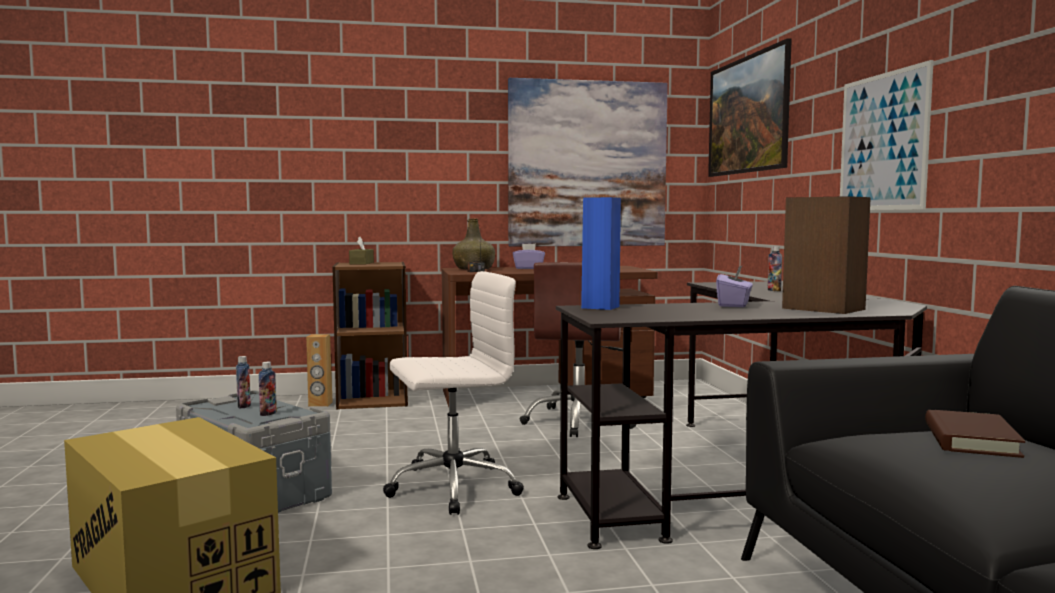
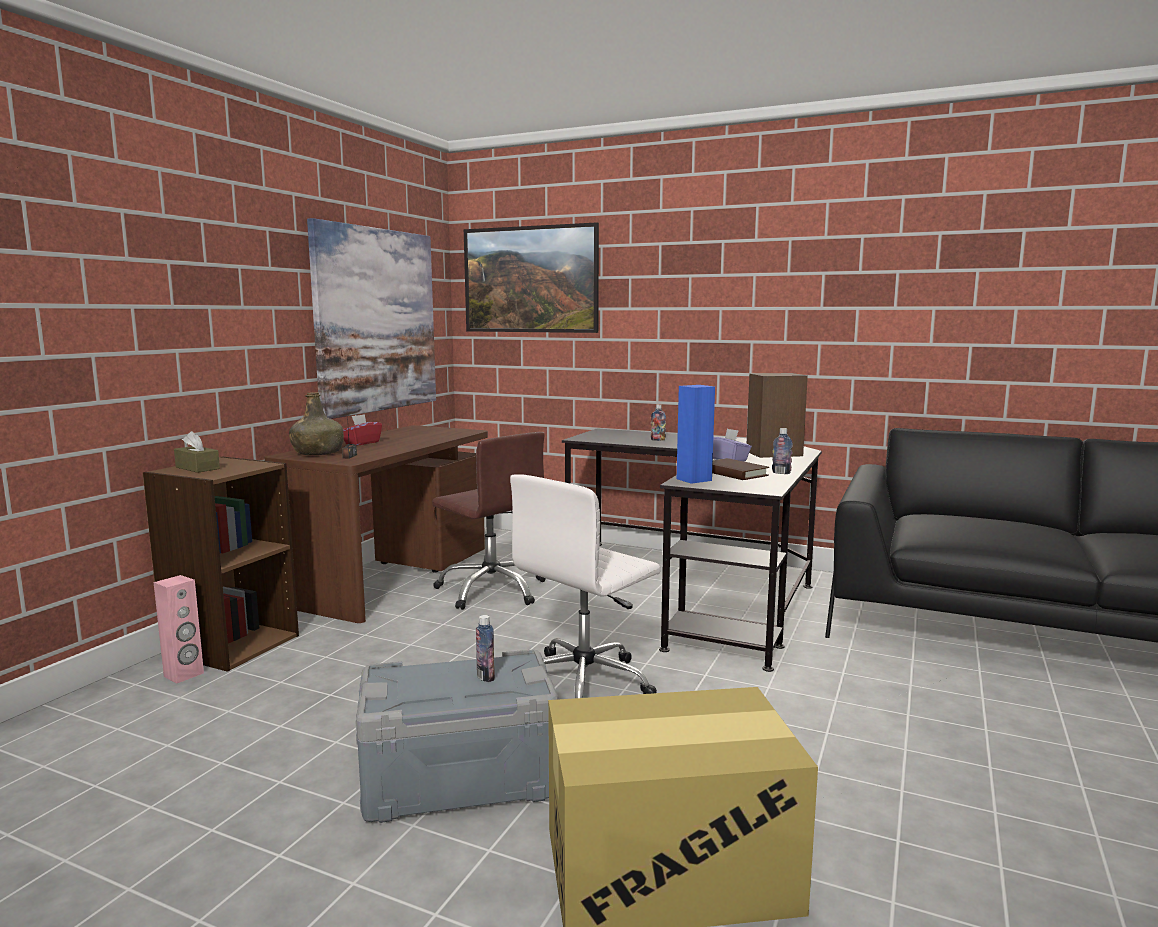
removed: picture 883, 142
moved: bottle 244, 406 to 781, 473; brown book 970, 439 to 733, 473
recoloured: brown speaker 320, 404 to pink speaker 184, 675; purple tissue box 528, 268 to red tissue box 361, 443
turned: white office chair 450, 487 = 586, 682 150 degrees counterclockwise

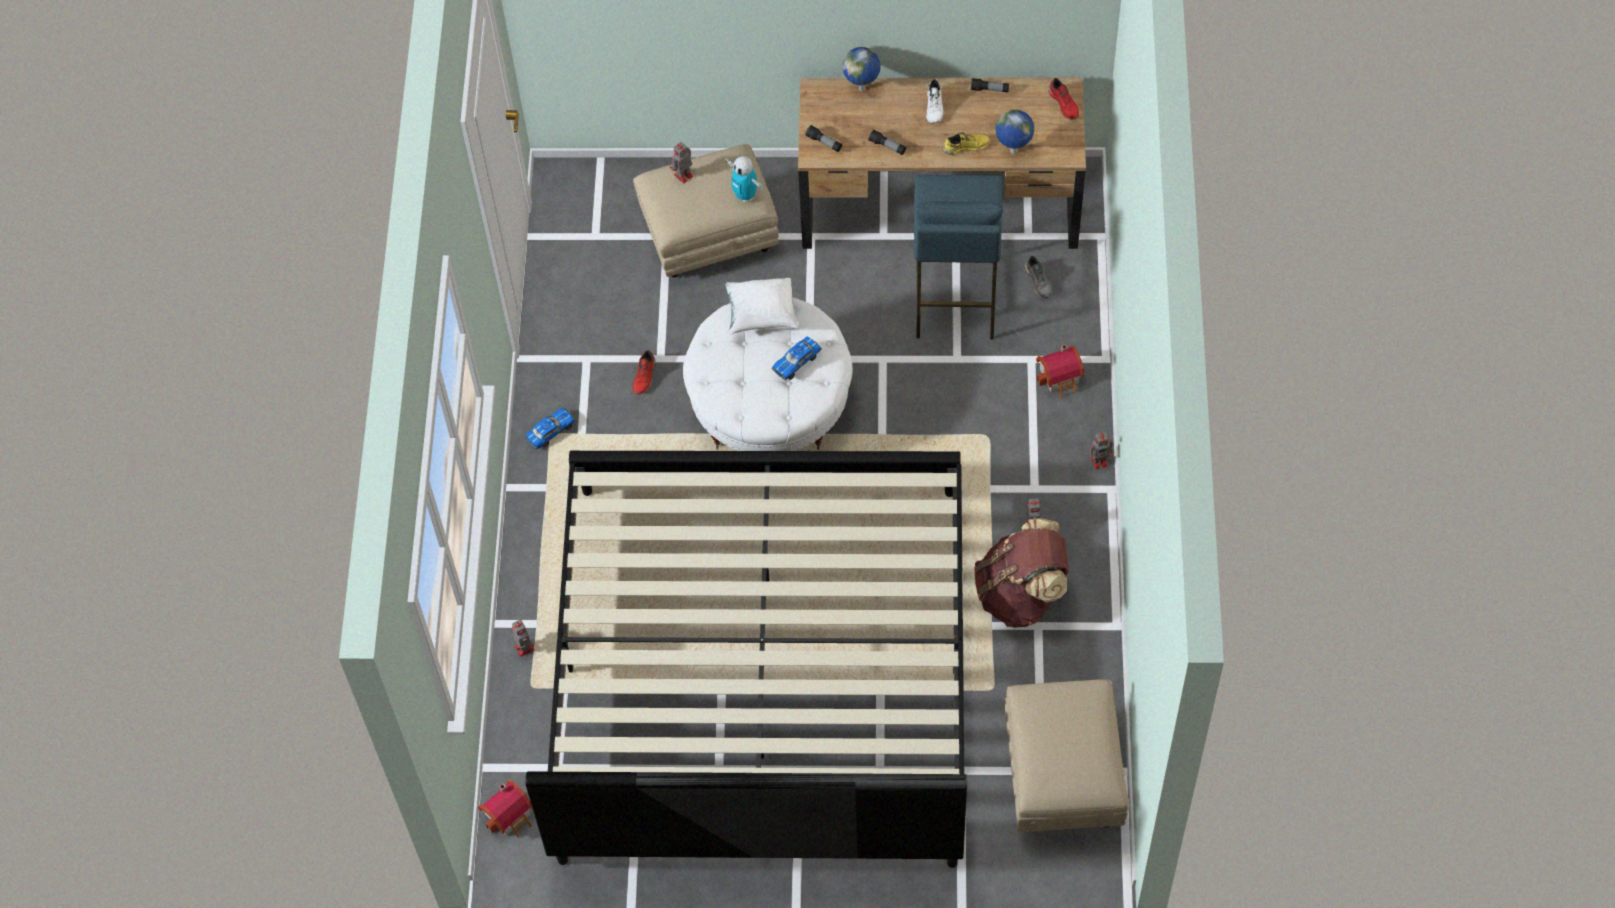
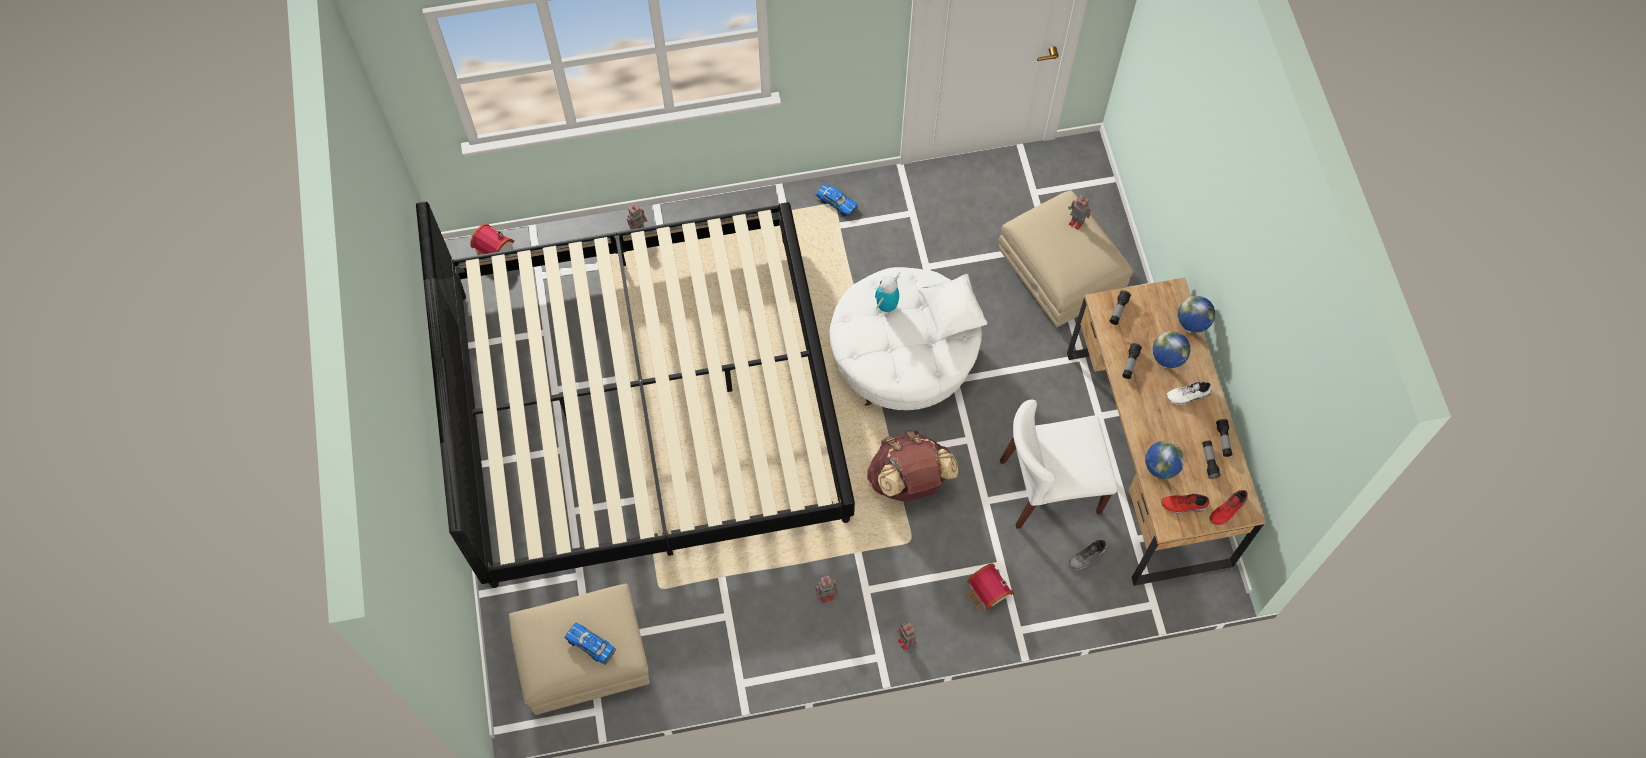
removed: yellow shoe 966, 146
added: globe 1164, 365; flashlight 1209, 461
moved: red shoe 645, 376 to 1184, 506; toy robot 745, 195 to 886, 306; toy car 797, 361 to 591, 645; brown backpack 1020, 594 to 909, 481
replaced: blue stool 954, 298 to white chair 1049, 487

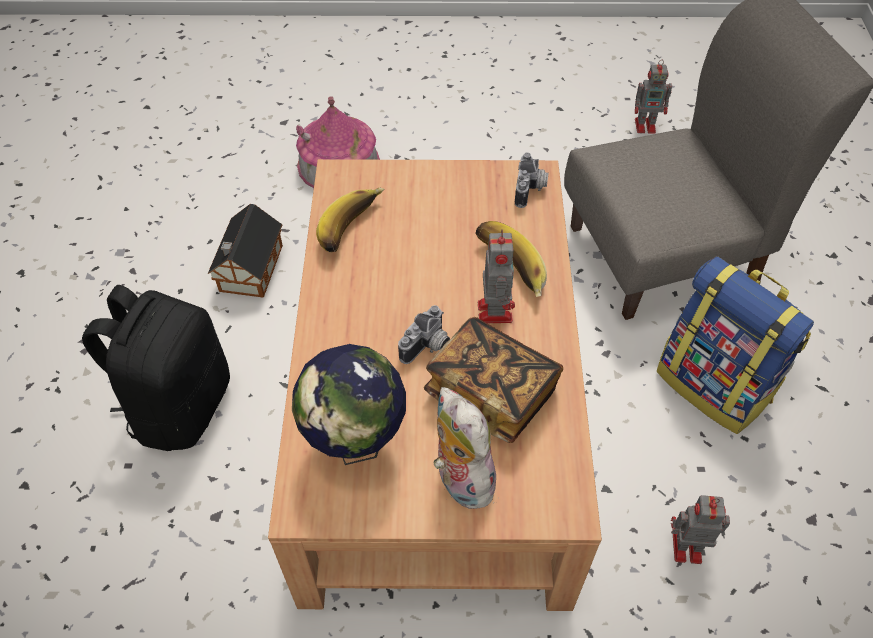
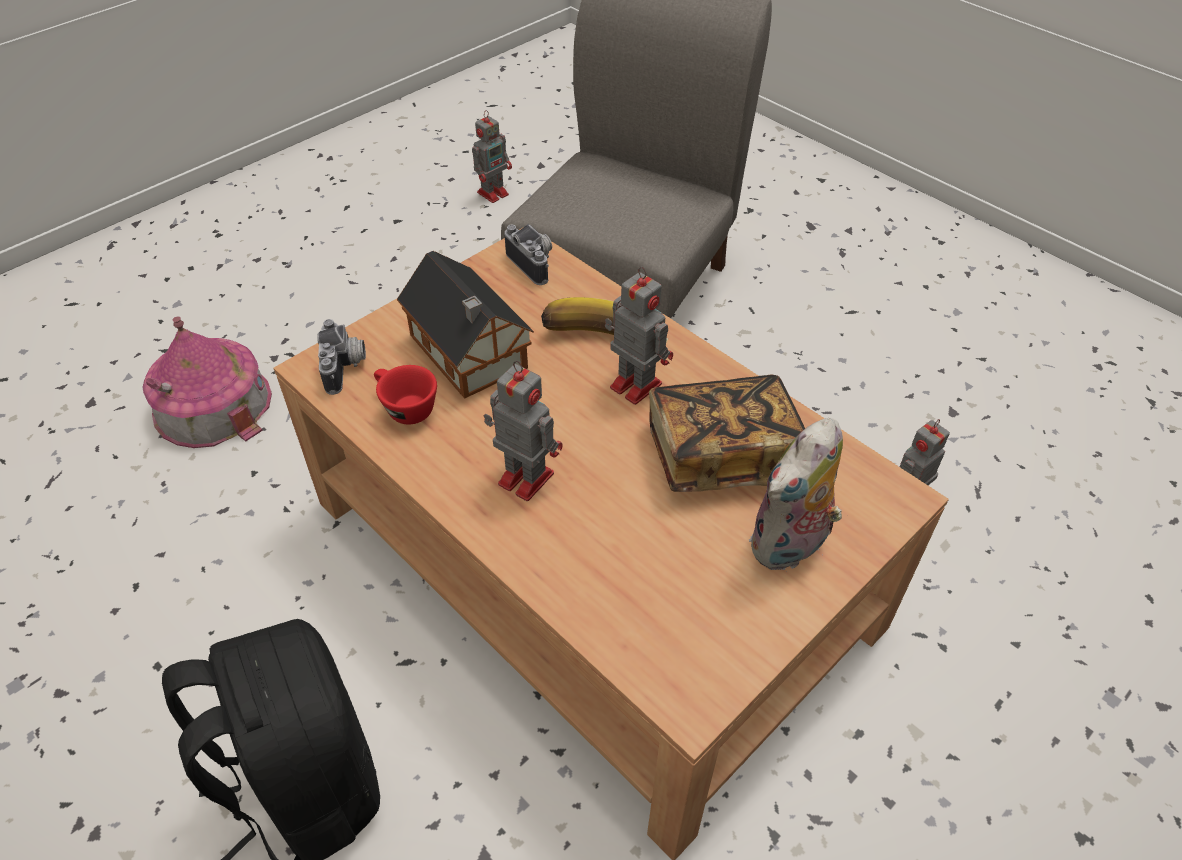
removed: globe 356, 444; backpack 714, 385
added: toy robot 523, 477
moved: toy house 249, 270 to 469, 355; photo camera 428, 347 to 346, 367
replaced: banana 353, 230 to red cup 404, 408
turned: plush toy 460, 479 = 790, 547 60 degrees counterclockwise

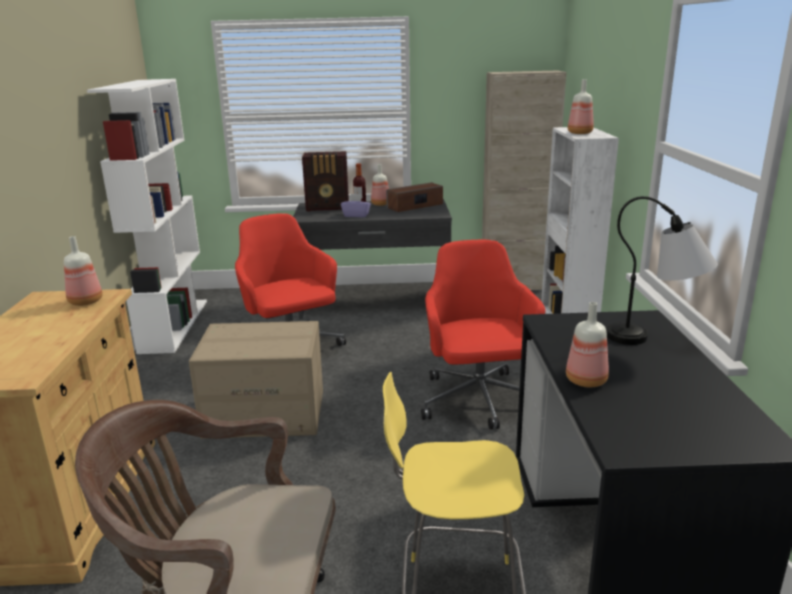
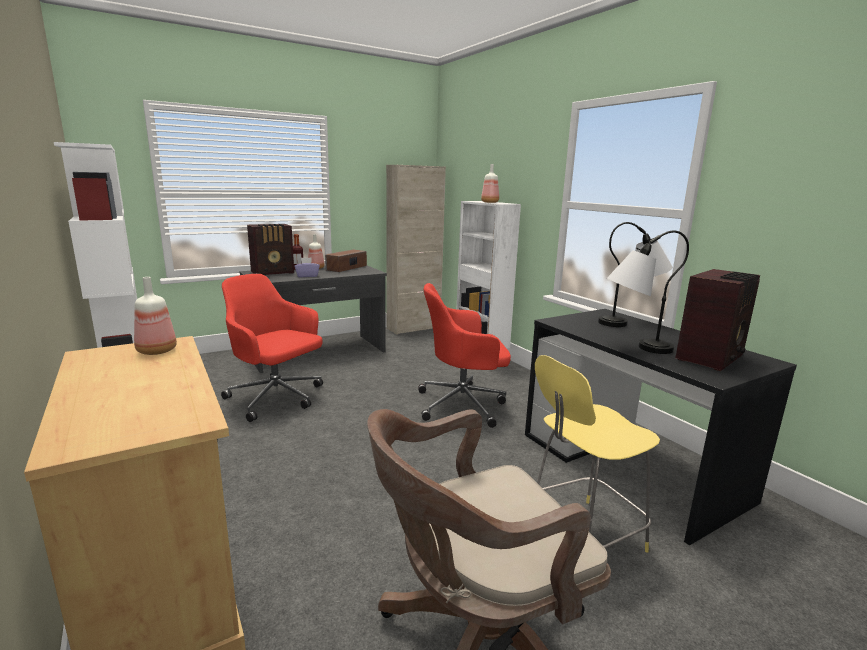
removed: cardboard box 265, 413
added: radio 711, 357
replaced: bottle 587, 380 to table lamp 633, 348
turned: red office chair 478, 401 = 463, 404 60 degrees counterclockwise

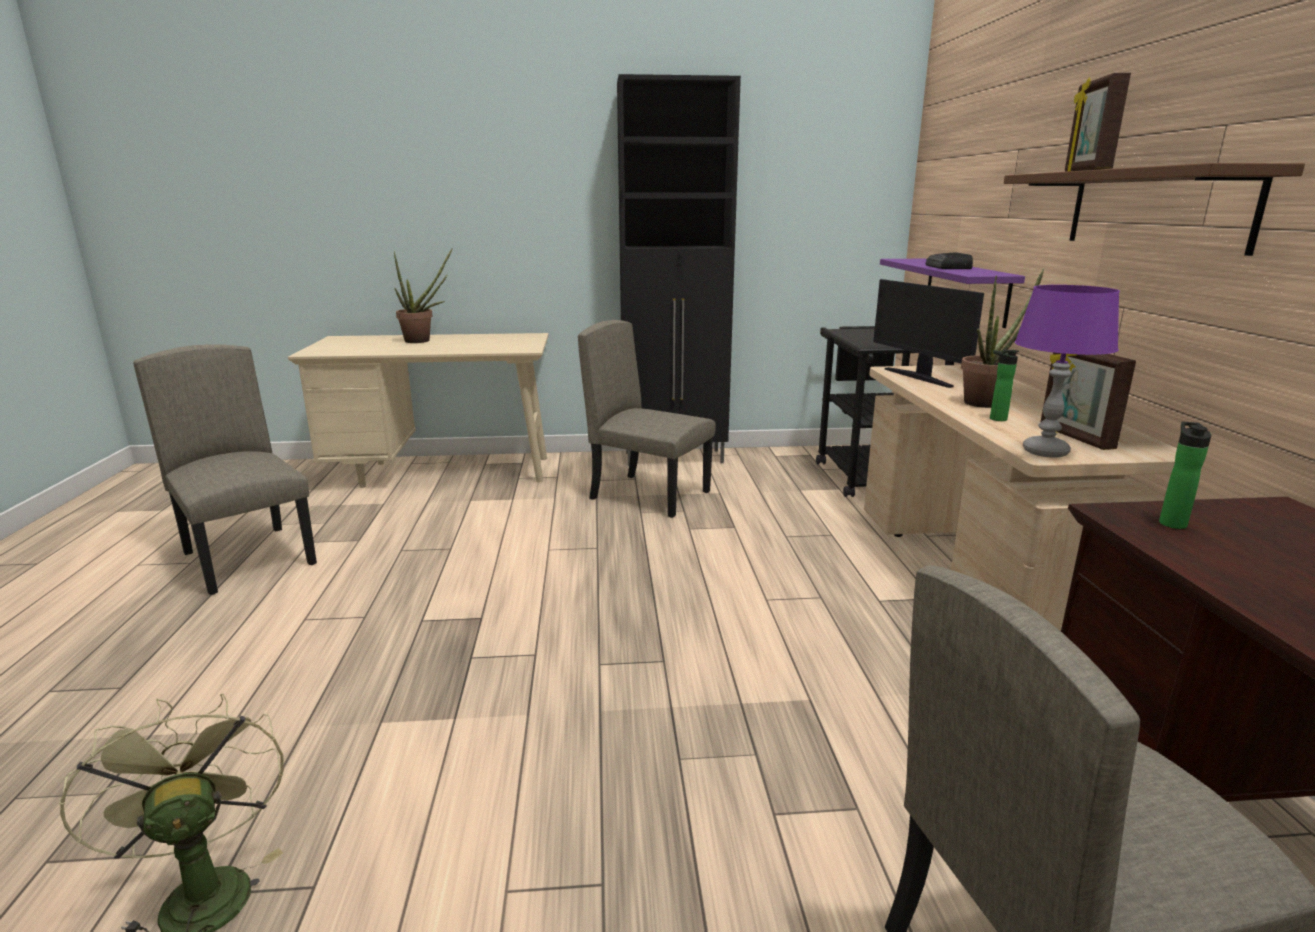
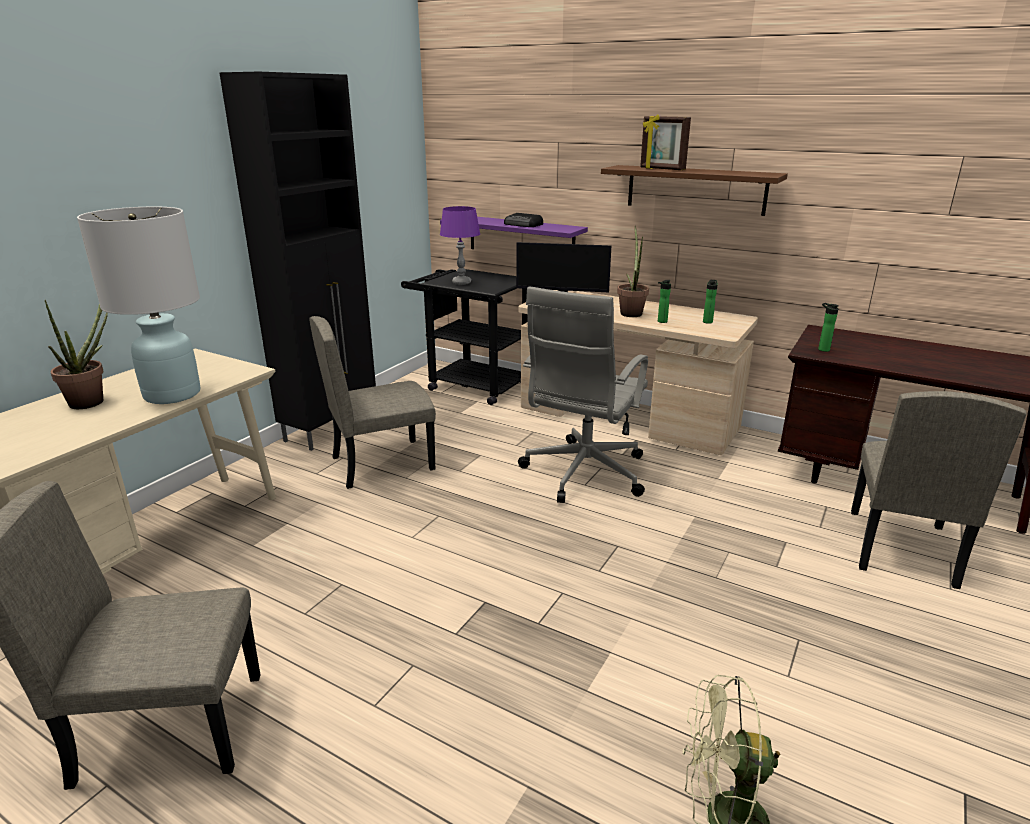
added: white table lamp 172, 394; grey office chair 583, 474
moved: purple table lamp 1044, 452 to 461, 283
replaced: picture frame 1074, 438 to bottle 707, 321

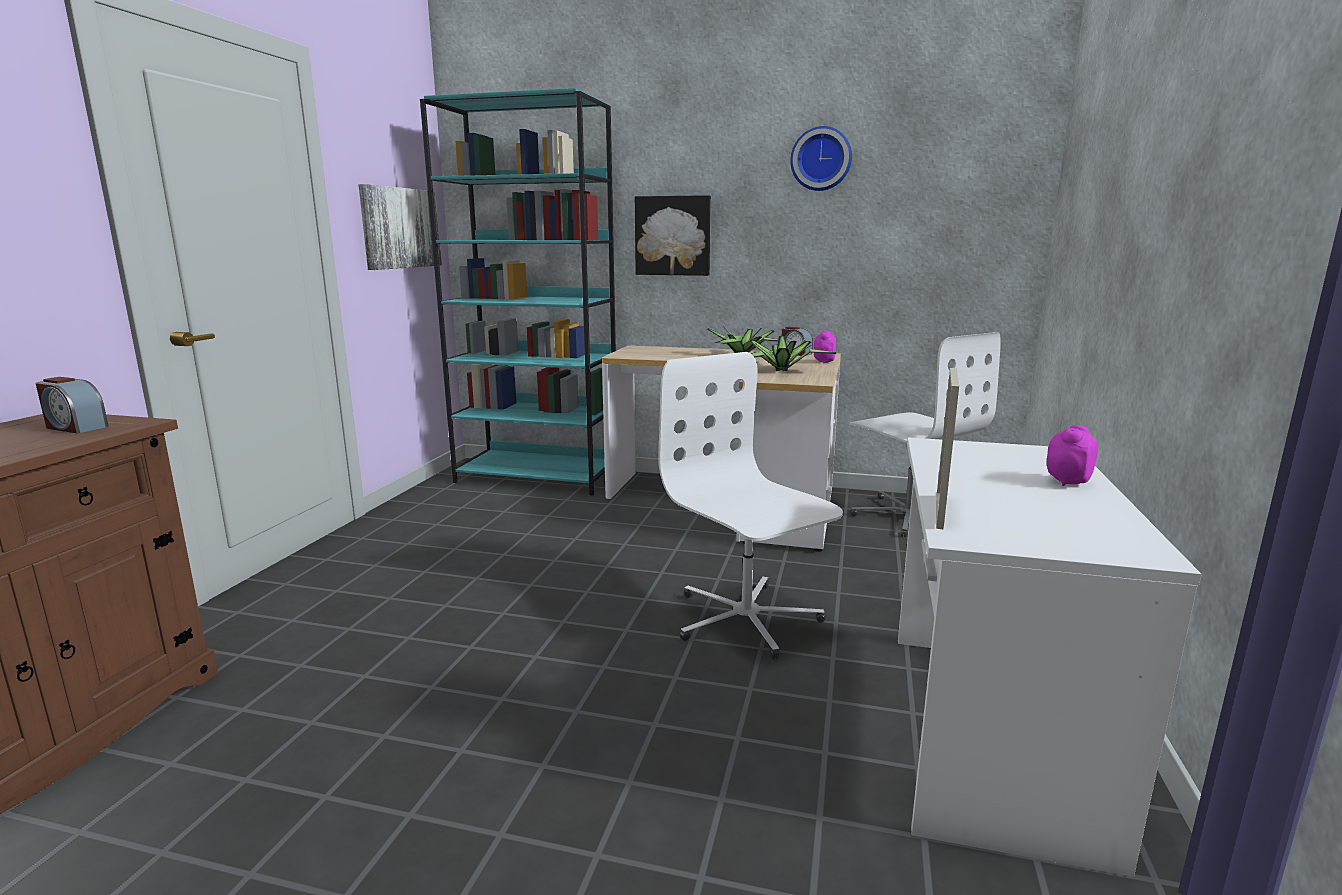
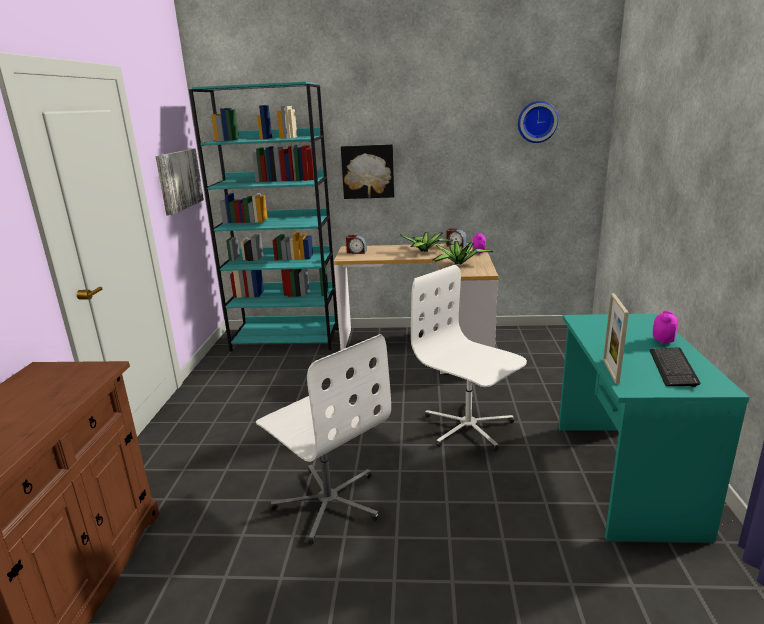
added: keyboard 672, 368
moved: alarm clock 75, 427 to 356, 252; wall clock 821, 159 to 537, 122; white office chair 908, 516 to 328, 501
recoloured: white desk 984, 731 to turquoise desk 622, 476

